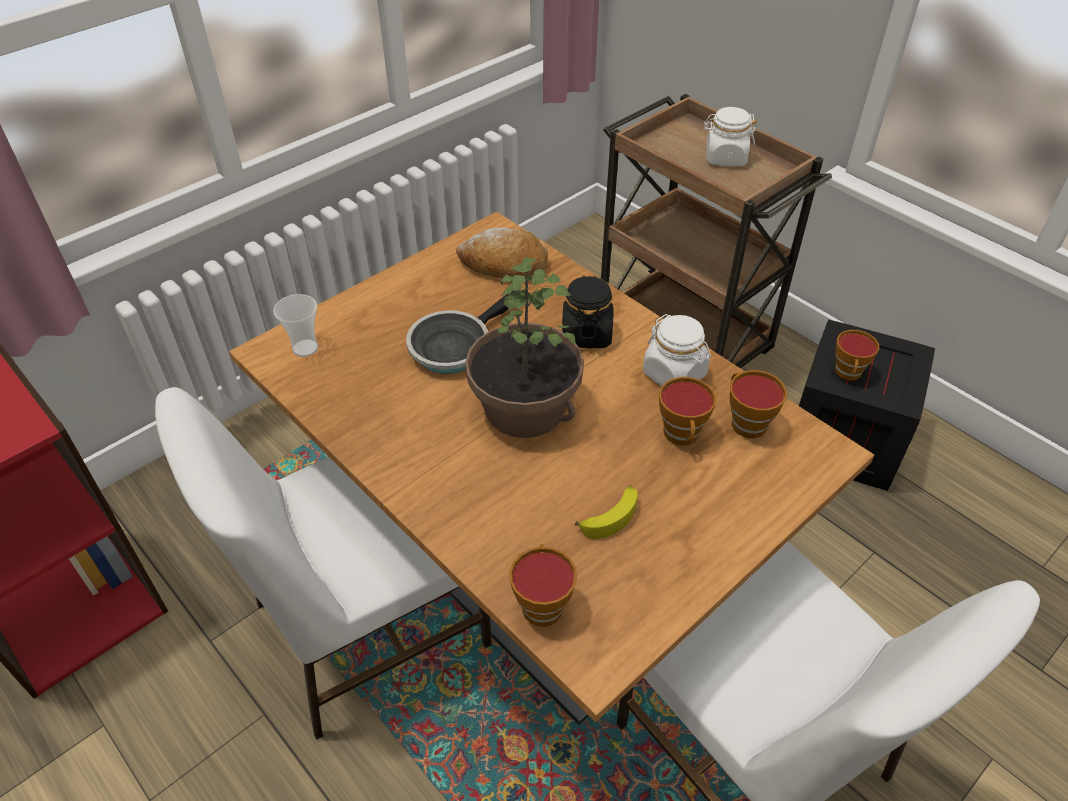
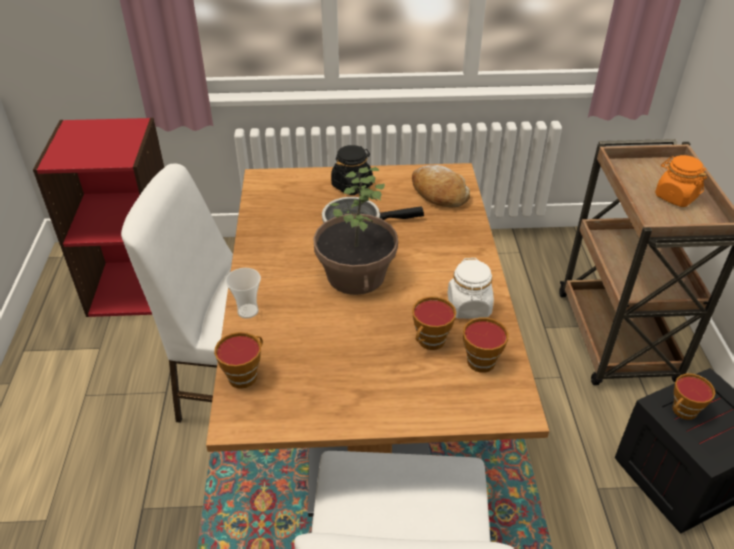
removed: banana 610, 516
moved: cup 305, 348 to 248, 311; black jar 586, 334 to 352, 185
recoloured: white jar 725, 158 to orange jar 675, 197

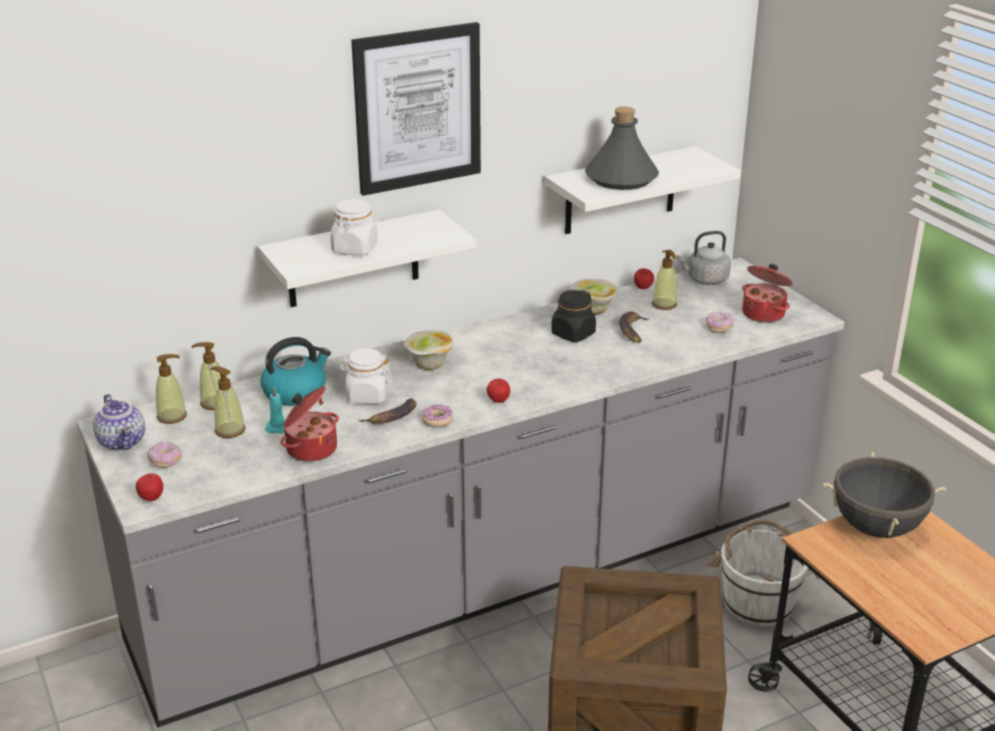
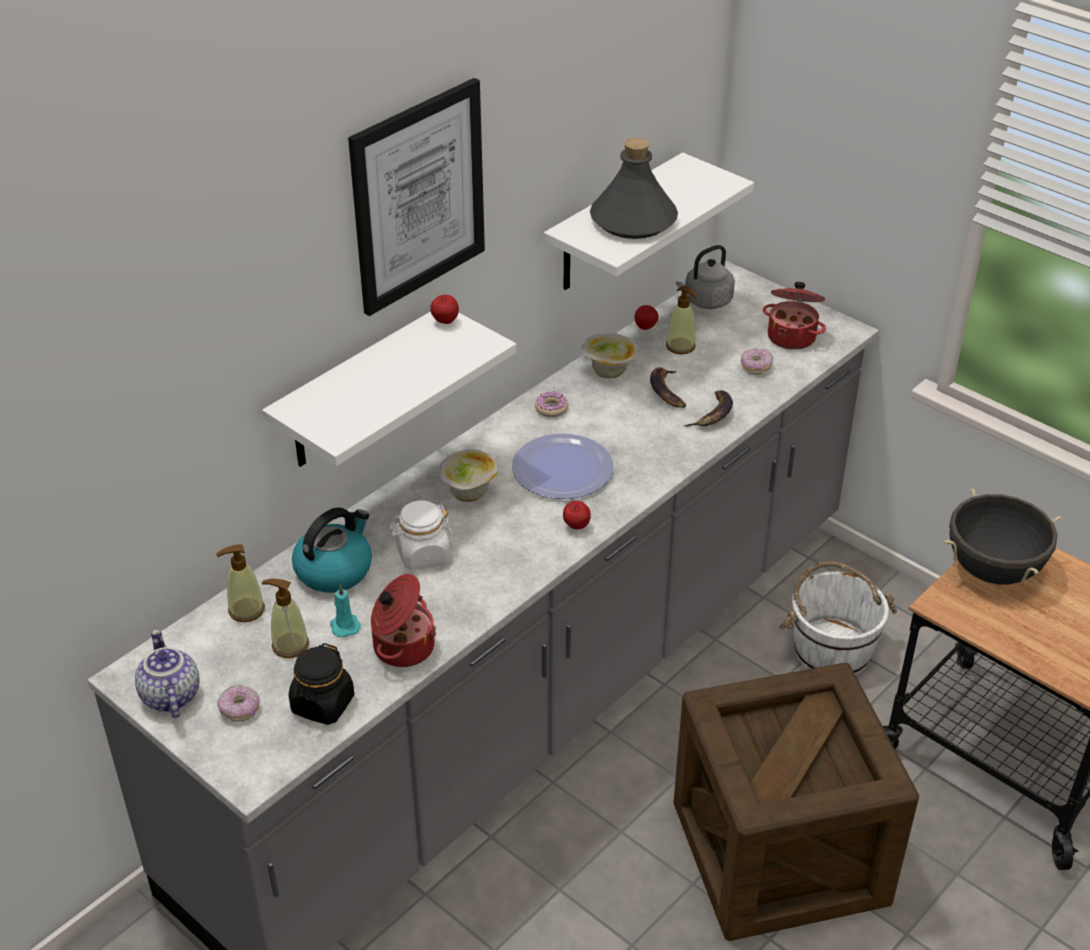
removed: soap dispenser 172, 416; white jar 354, 249
added: plate 562, 469
moved: apple 151, 499 to 445, 322; banana 392, 417 to 713, 414; donut 437, 420 to 551, 408; black jar 573, 334 to 322, 704
turned: teapot 123, 442 = 169, 696 150 degrees counterclockwise

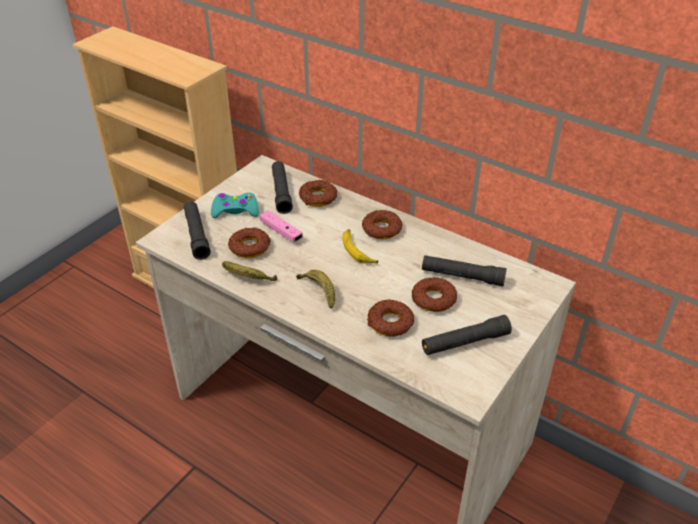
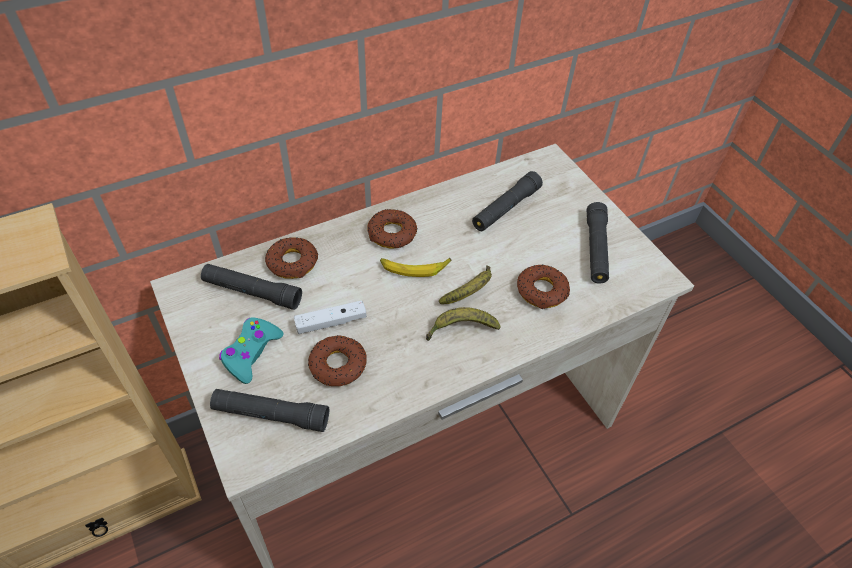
removed: donut 433, 299
moved: banana 247, 278 to 470, 291
recoloured: pink game controller 281, 232 to white game controller 331, 322

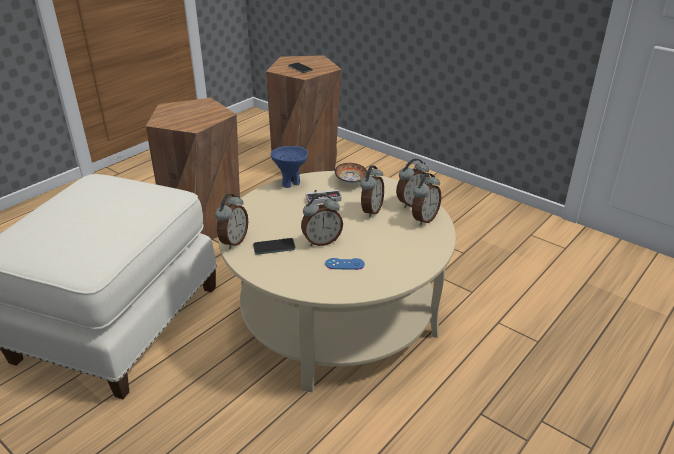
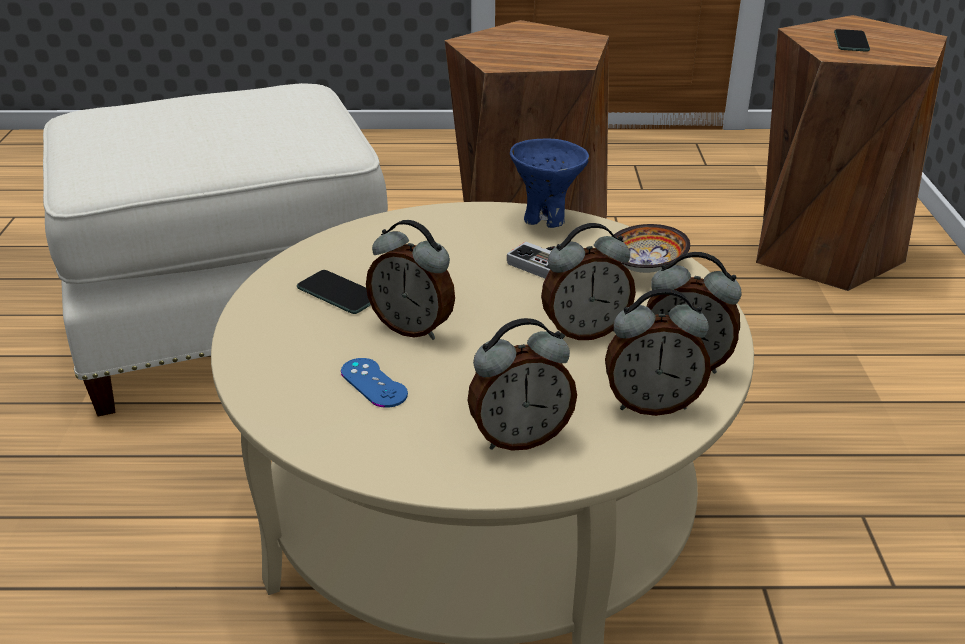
moved: alarm clock 233, 241 to 520, 437

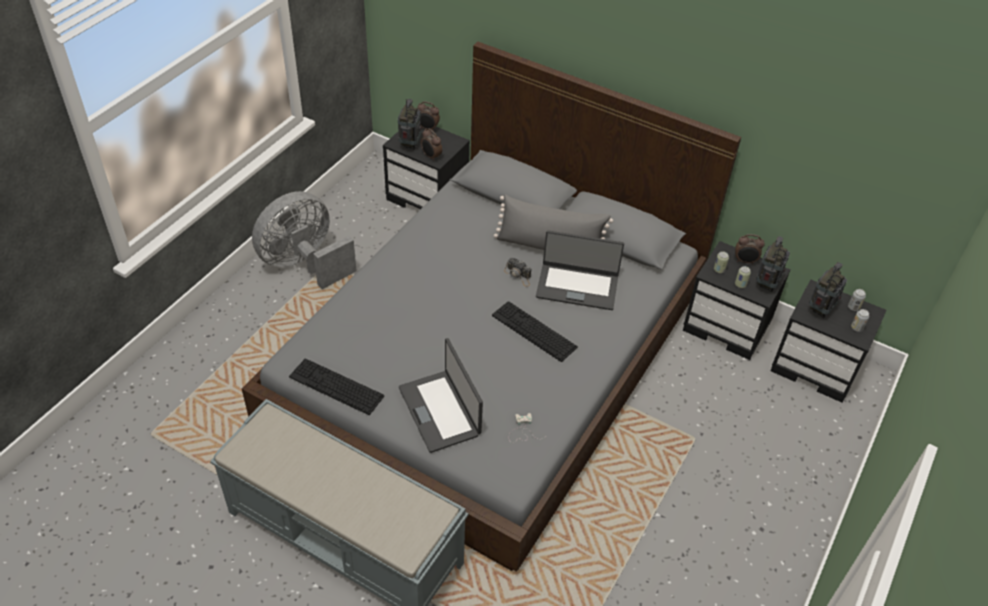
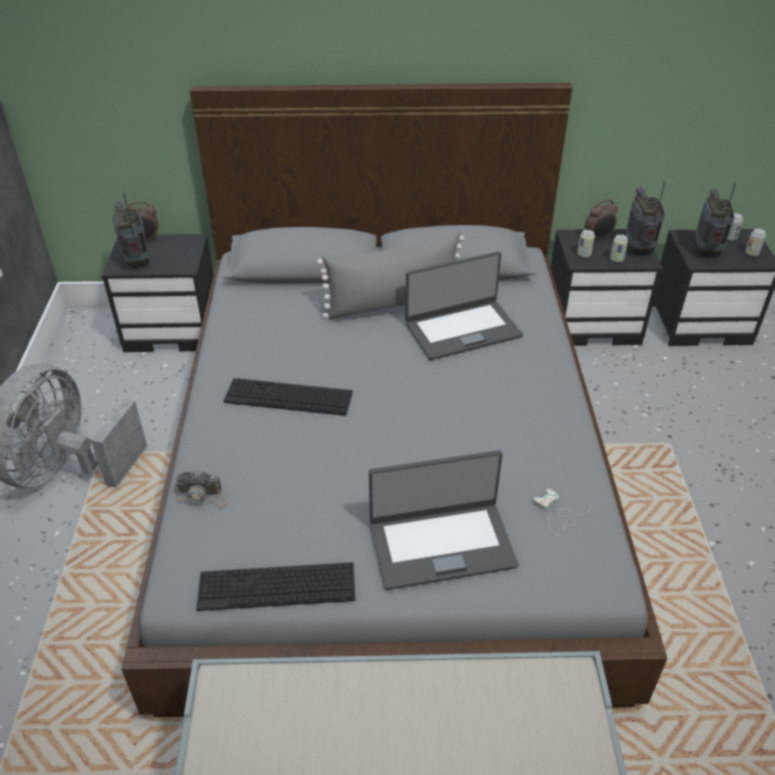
removed: alarm clock 431, 156
moved: keyboard 534, 331 to 288, 397; photo camera 518, 275 to 202, 496
turned: laptop 440, 411 = 441, 544 45 degrees counterclockwise

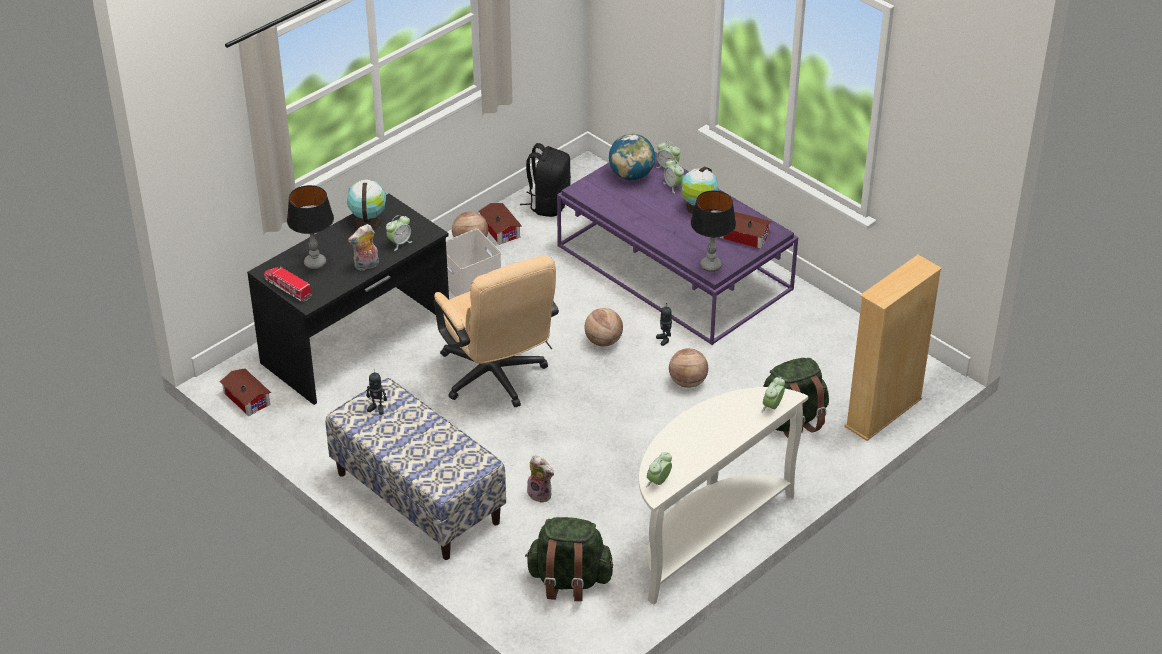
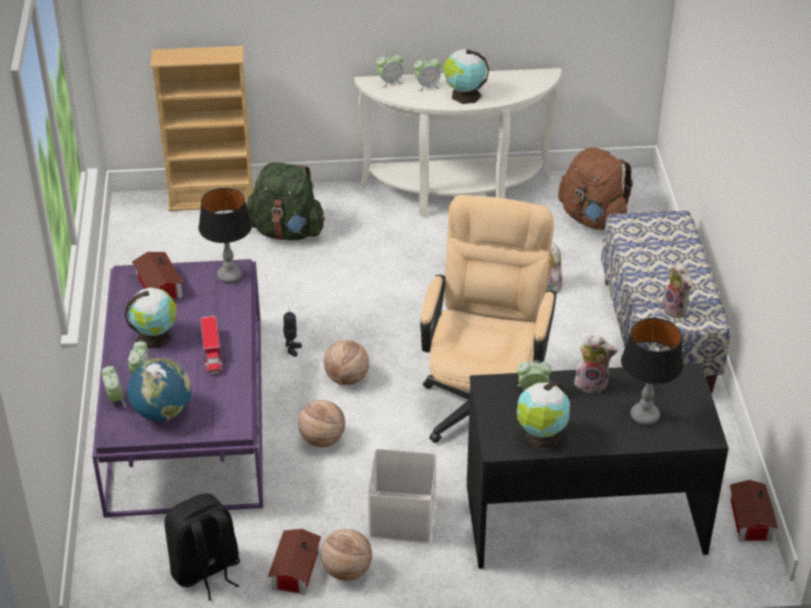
added: globe 464, 95
moved: toy truck 287, 288 to 212, 352; alarm clock 658, 482 to 427, 86; basketball 687, 382 to 322, 440
replaced: toy robot 377, 408 to plush toy 676, 309
recoloured: green backpack 569, 581 to brown backpack 592, 218

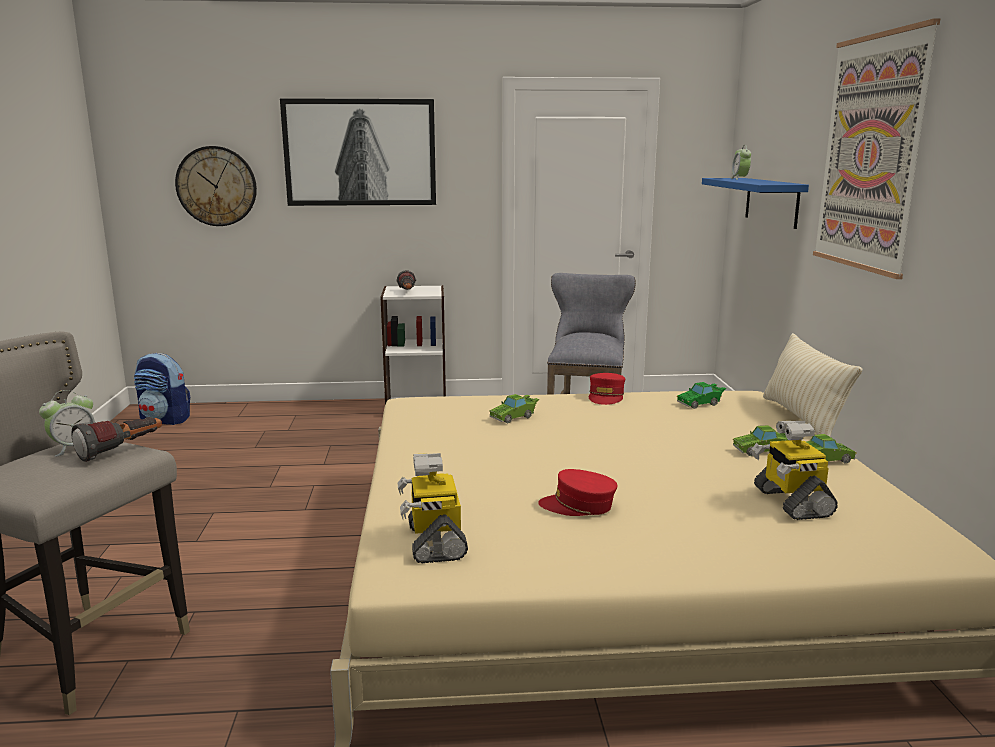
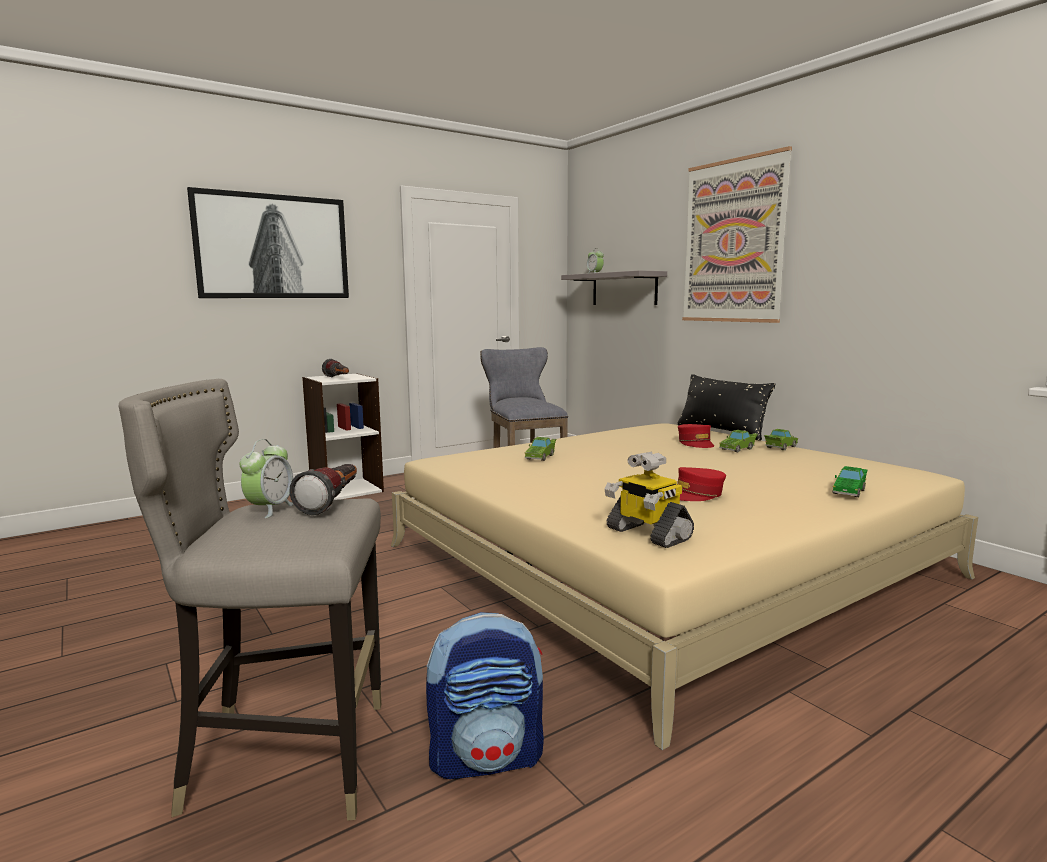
removed: wall clock 216, 186; toy robot 790, 502
moved: backpack 165, 420 to 487, 757; red cap 606, 396 to 696, 443; green toy car 700, 403 to 849, 491
recoloured: blue shelf 771, 201 to grey shelf 624, 289; beige pillow 802, 418 to black pillow 721, 431

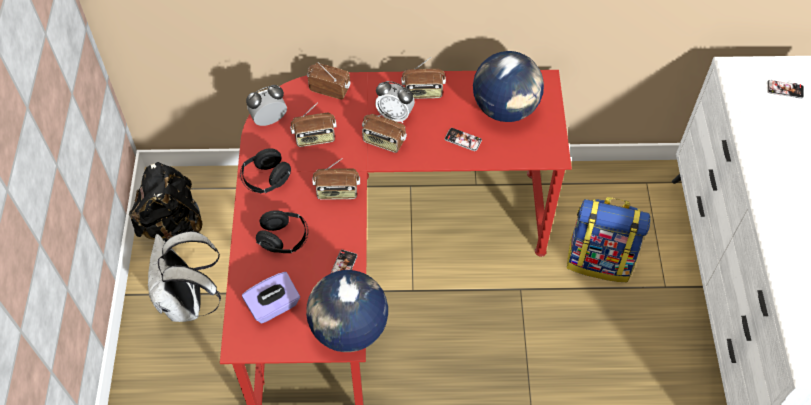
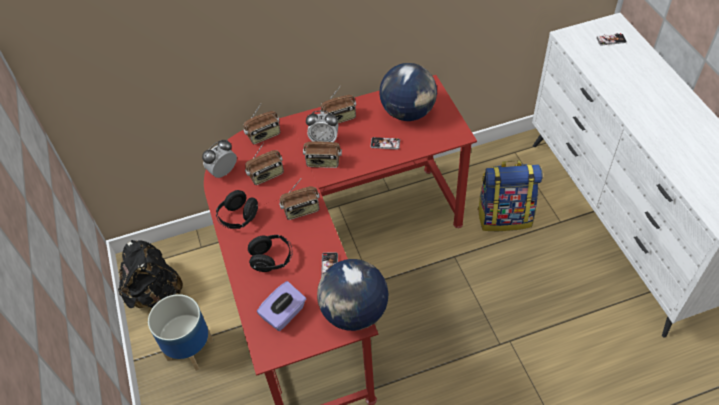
replaced: white backpack 188, 303 to planter 191, 350
turned: radio 330, 89 = 264, 135 150 degrees clockwise

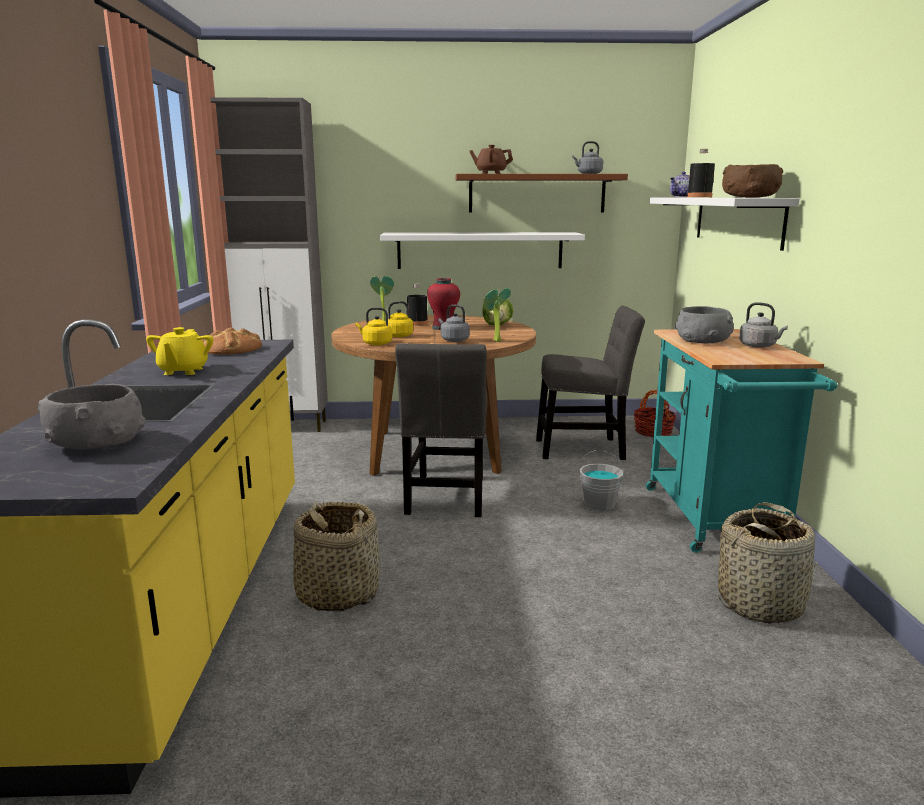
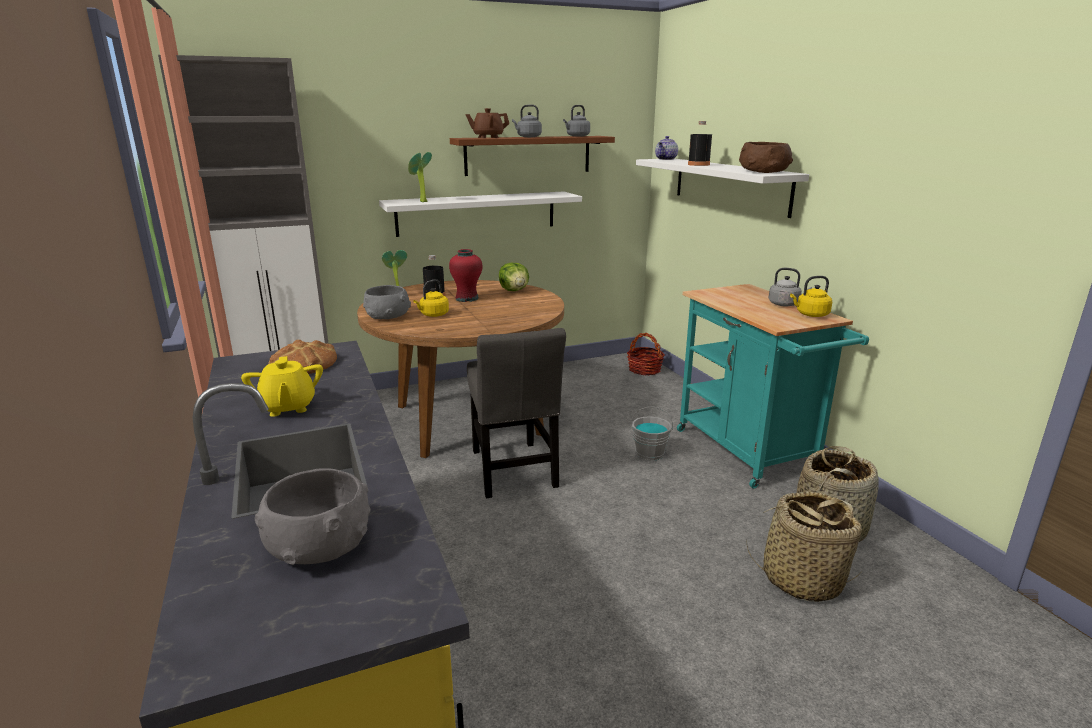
removed: grey chair 585, 449
moved: basket 337, 593 to 802, 579; yellow kettle 375, 344 to 810, 315; grey kettle 453, 340 to 527, 137; potted plant 495, 341 to 421, 202; grey bowl 703, 341 to 388, 315

